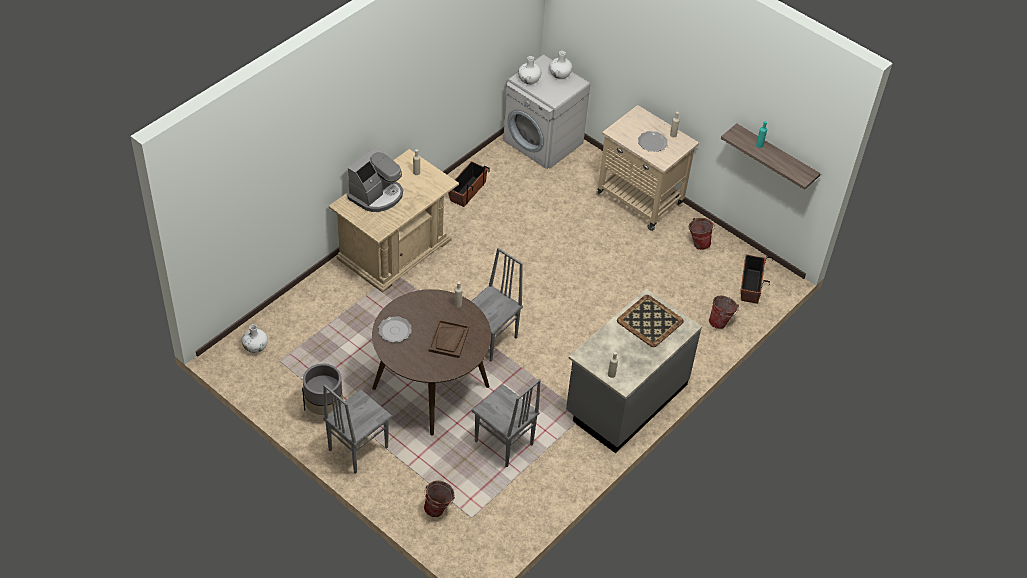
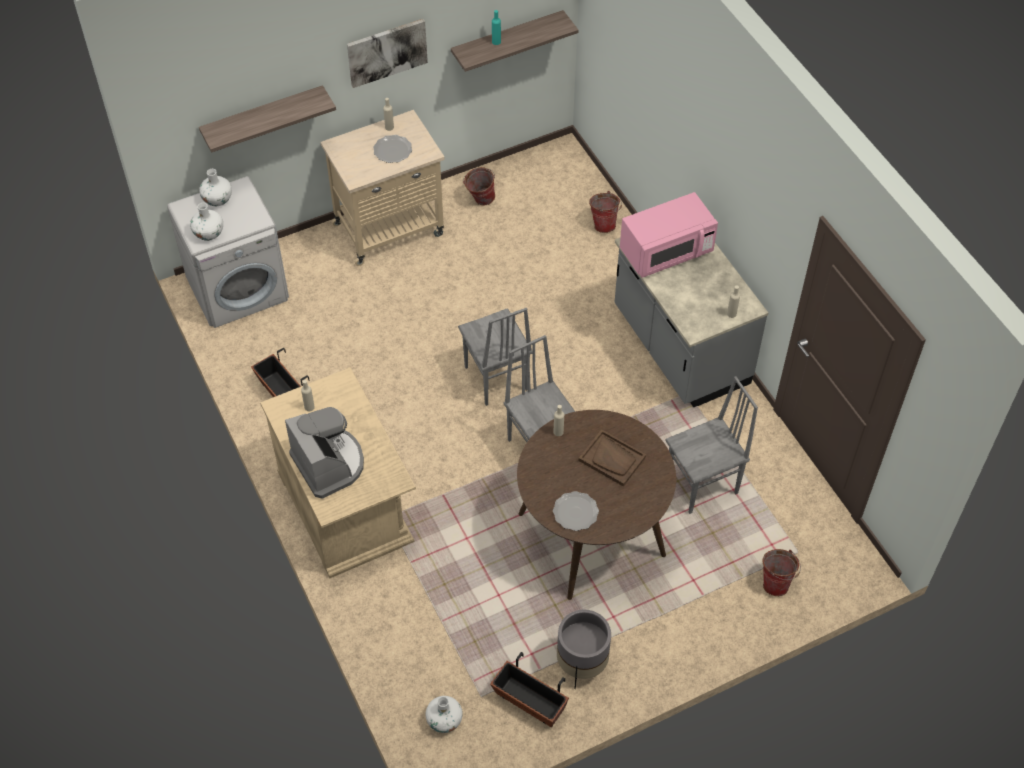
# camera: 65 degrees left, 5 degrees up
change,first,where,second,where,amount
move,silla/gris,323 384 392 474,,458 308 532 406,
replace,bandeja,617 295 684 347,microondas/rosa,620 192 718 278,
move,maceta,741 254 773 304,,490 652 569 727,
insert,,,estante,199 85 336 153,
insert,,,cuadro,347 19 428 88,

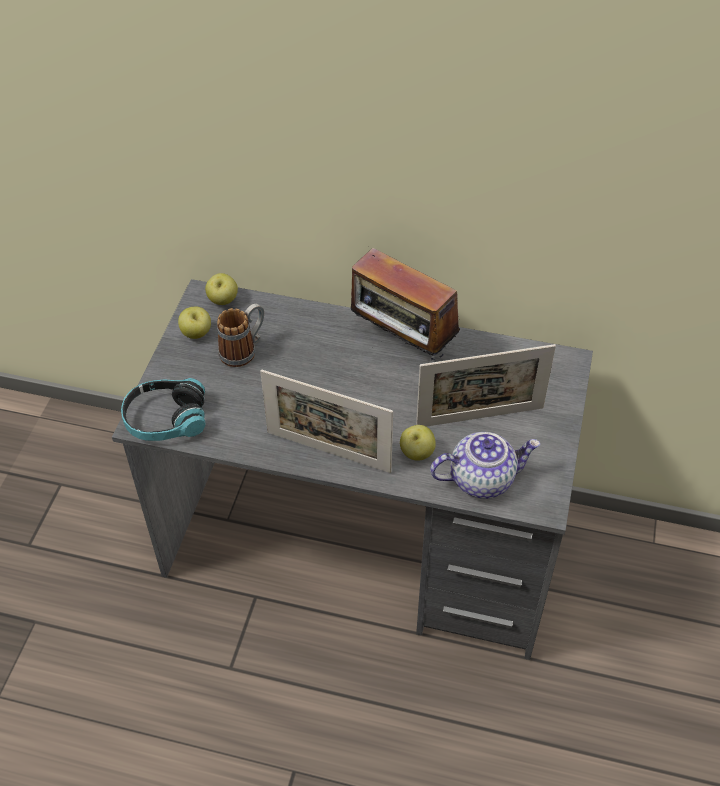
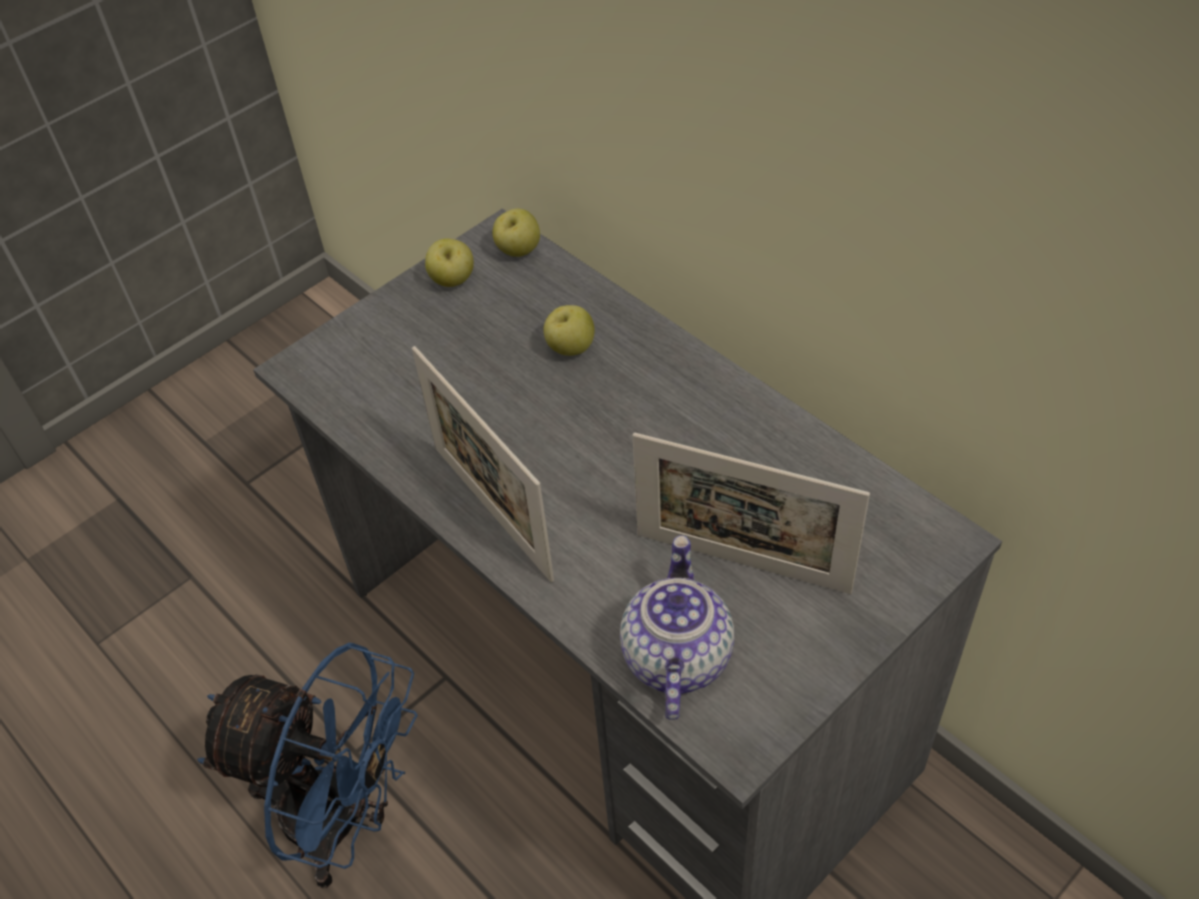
# camera: 35 degrees right, 0 degrees up
change,first,where,second,where,amount
delete,auriculares,121 378 206 441,,,
delete,taza grande,217 304 264 367,,,
delete,radio,351 248 460 360,,,
move,manzana,400 425 436 461,,543 305 594 356,
rotate,tetera,430 432 540 499,,620 535 734 720,105 degrees counterclockwise
insert,,,ventilador/azul,197 643 418 888,

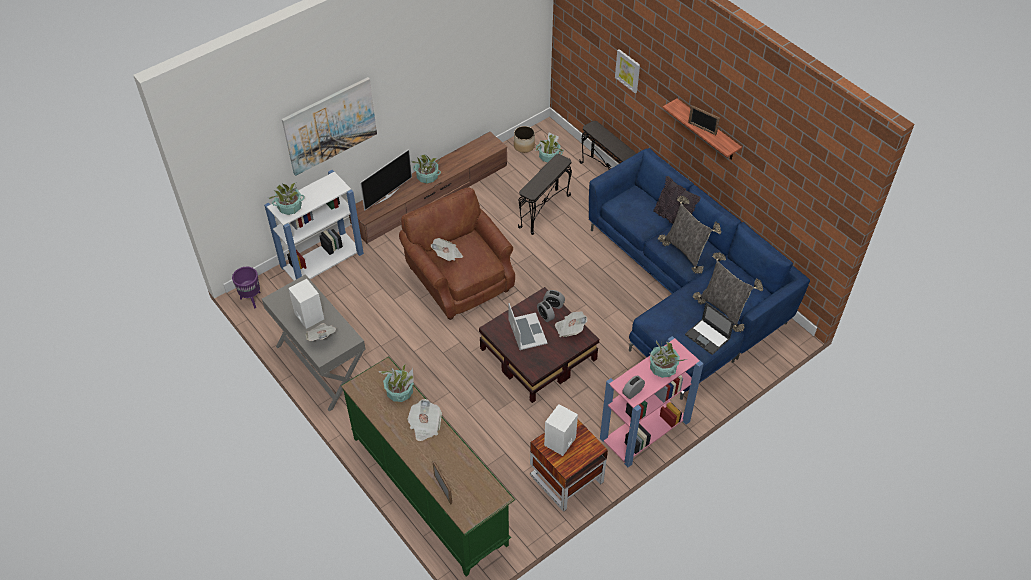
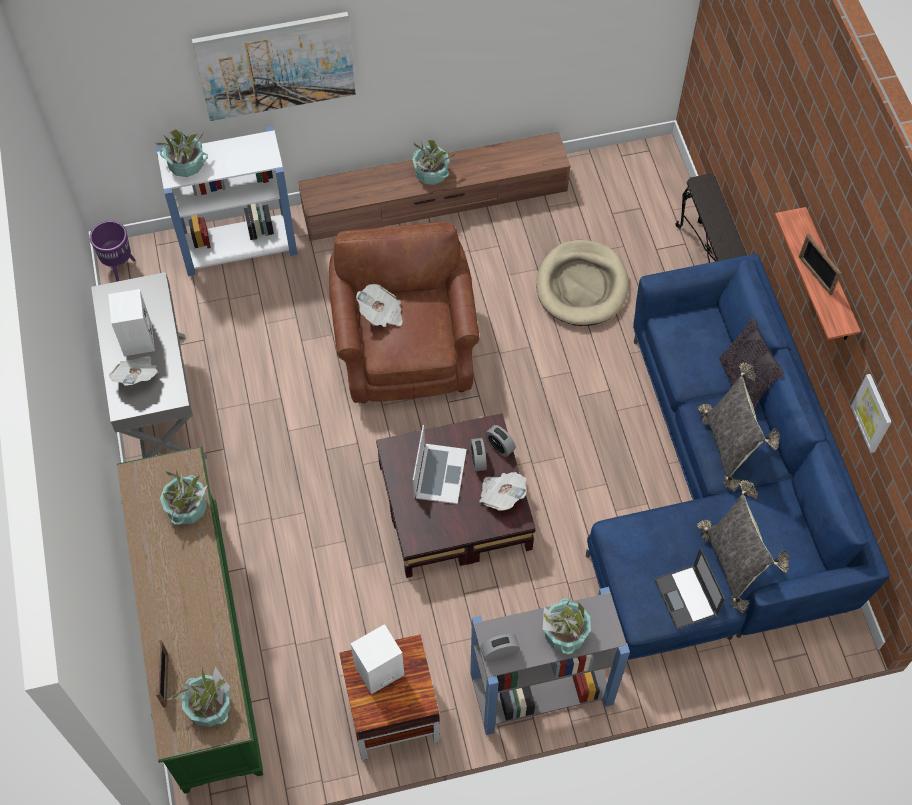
# camera: 25 degrees right, 10 degrees up
change,first,where,second,where,amount
delete,televisor,360 149 412 211,,,
delete,periódico,407 399 442 441,,,
delete,maceta,514 126 535 153,,,
replace,mesa auxiliar/negro,518 154 572 235,cama para perro/beis,536 240 629 326,
move,planta en maceta,535 132 564 162,,167 667 230 727,
recolor,estantería/rosa,600 336 703 467,estantería/gris,470 587 630 735,
move,cuadro,615 49 640 93,,851 374 891 453,

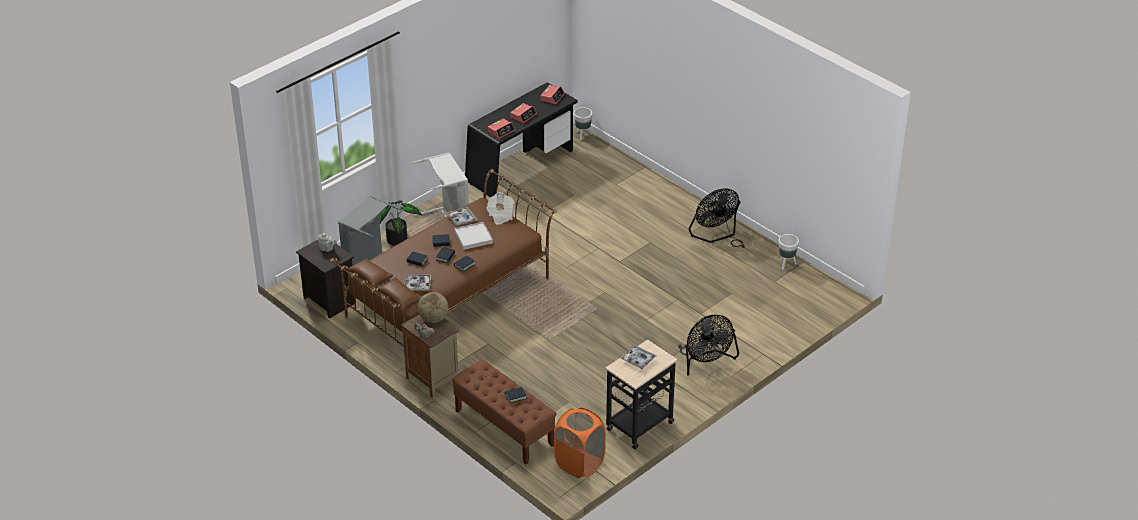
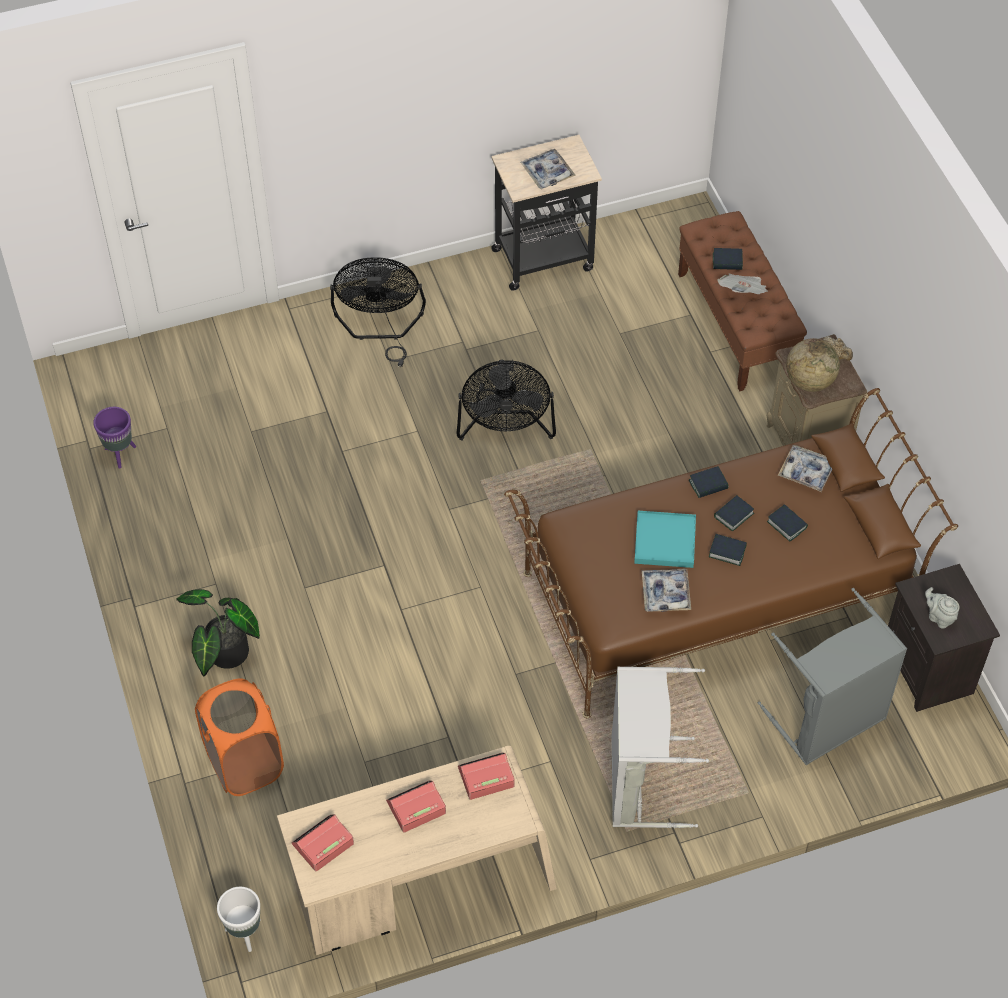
# camera: 155 degrees left, 15 degrees up
change,first,where,second,where,amount
move,planta en maceta,380 200 422 246,,176 589 260 676,
recolor,bandeja/blanco,454 222 493 250,bandeja/turquesa,634 511 696 568,
recolor,escritorio/negro,465 82 577 197,escritorio/beis,277 746 557 955,
move,periódico,486 192 515 225,,717 274 768 294,
move,cesto de la ropa/naranja,554 408 606 478,,195 678 284 796,
move,ventilador/negro,689 188 745 248,,457 359 556 441,
recolor,maceta/blanco,779 234 799 269,maceta/morado,93 407 136 469,

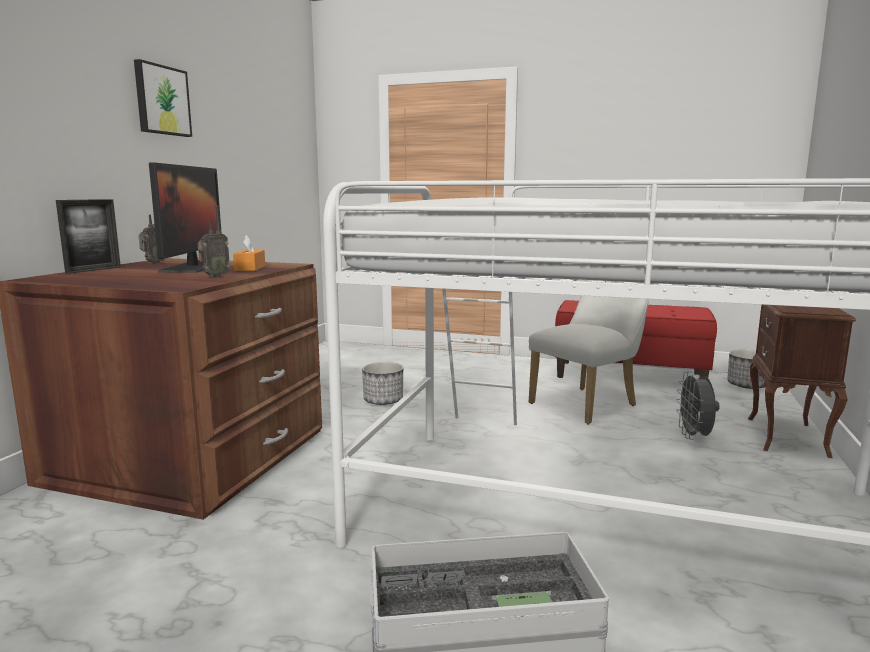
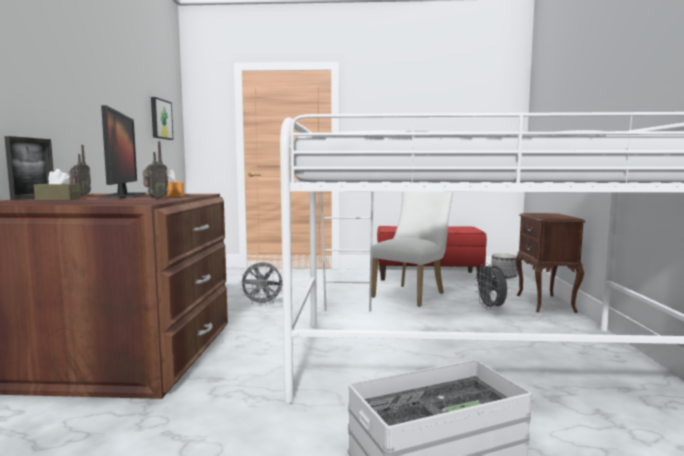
# camera: 15 degrees left, 5 degrees down
change,first,where,second,where,amount
move,cuadro,134 59 192 137,,151 97 174 140,
replace,maceta,362 362 403 405,ventilador/gris,239 261 283 306,
insert,,,caja de pañuelos/marrón,34 169 81 200,

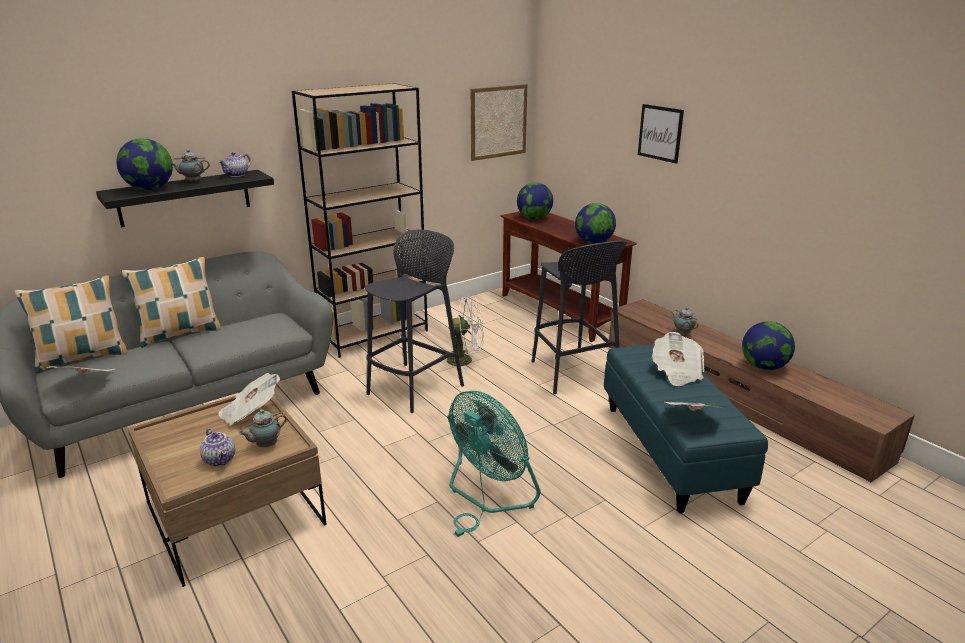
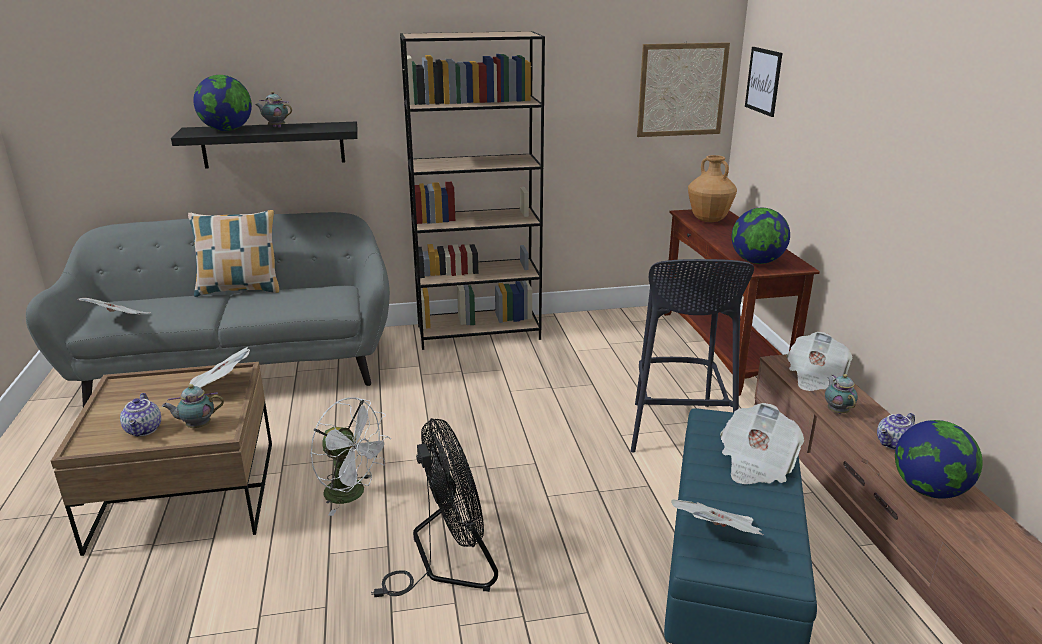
# camera: 25 degrees right, 0 degrees up
change,first,where,second,where,amount
delete,cojín,15 275 127 373,,,
move,tetera,218 152 251 177,,877 413 915 450,
delete,taburete/gris,365 229 464 413,,,
move,ventilador/blanco,441 297 484 372,,310 397 391 516,
recolor,ventilador/turquesa,447 391 540 537,ventilador/negro,371 418 498 597,
replace,globo terráqueo,517 182 553 219,florero/marrón,688 155 737 222,
move,cuadro,638 104 684 164,,745 47 782 117,
insert,,,periódico,787 332 852 391,

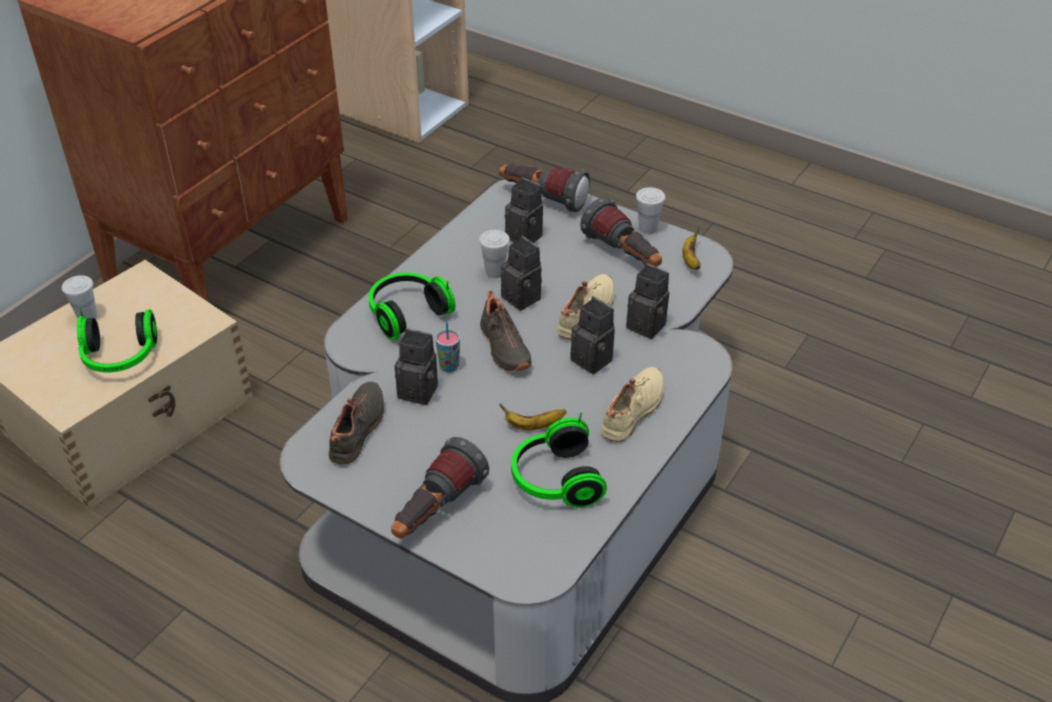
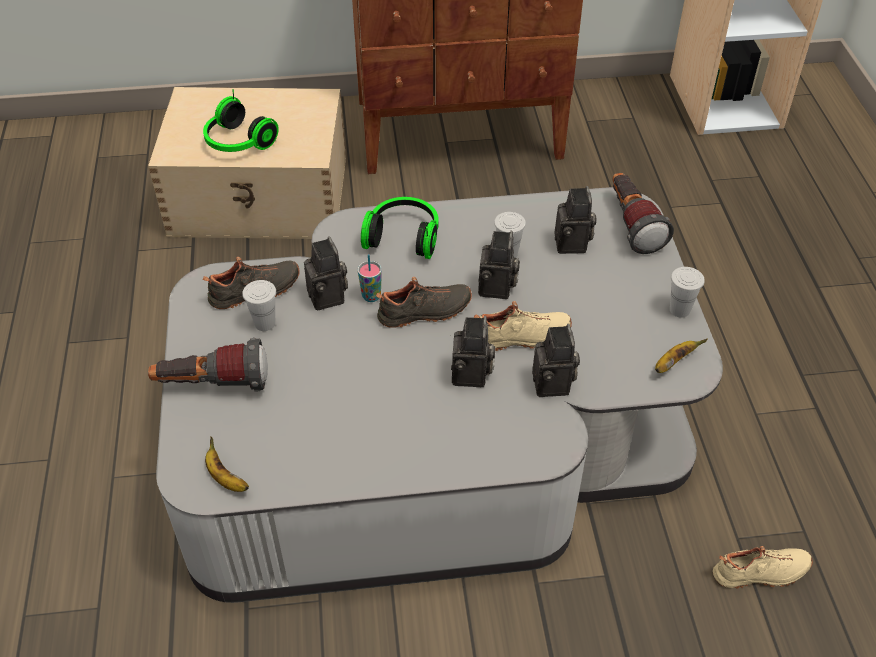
# camera: 50 degrees right, 5 degrees up
change,first,where,second,where,amount
move,taza/blanco,62 275 97 319,,242 280 276 331,
rotate,zapato/negro,480 291 532 371,,376 277 472 328,135 degrees counterclockwise
move,plátano,500 404 566 430,,205 436 249 492,
delete,auriculares,511 412 607 507,,,
delete,linterna,580 197 662 267,,,
move,zapato/beis,601 367 664 442,,713 546 813 589,

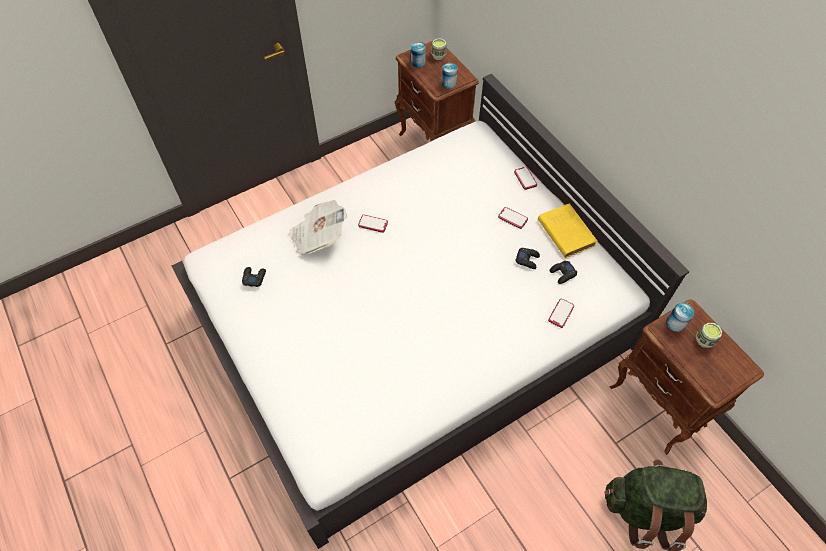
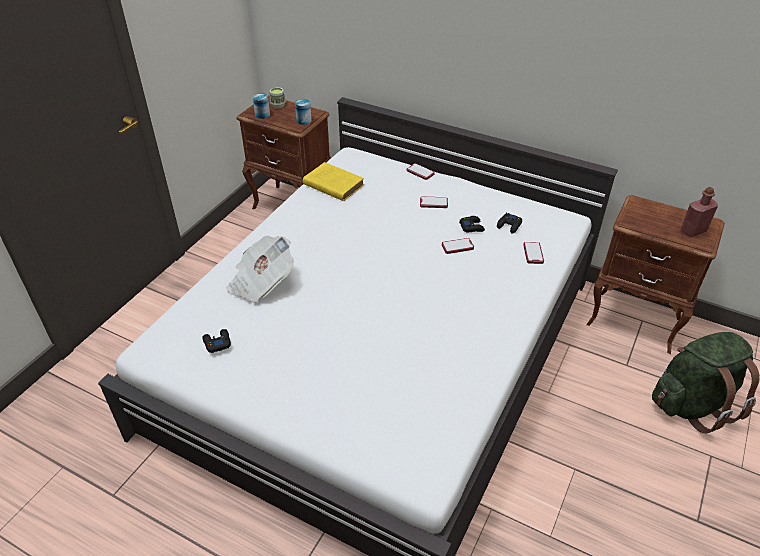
# camera: 30 degrees left, 15 degrees down
change,first,where,second,where,amount
move,móvil,358 214 388 233,,442 238 474 254,
move,libro/amarillo,538 203 597 258,,303 162 364 201,
delete,lata,666 302 694 332,,,
delete,taza,696 323 722 348,,,
insert,,,botella/rojo,681 187 718 237,

